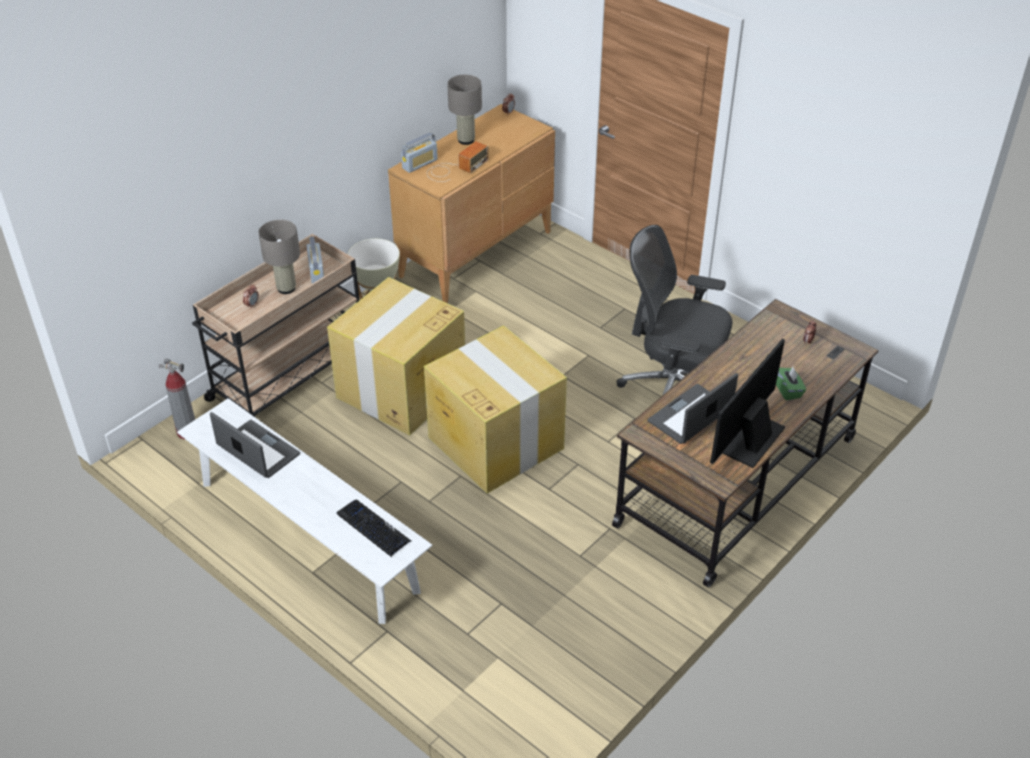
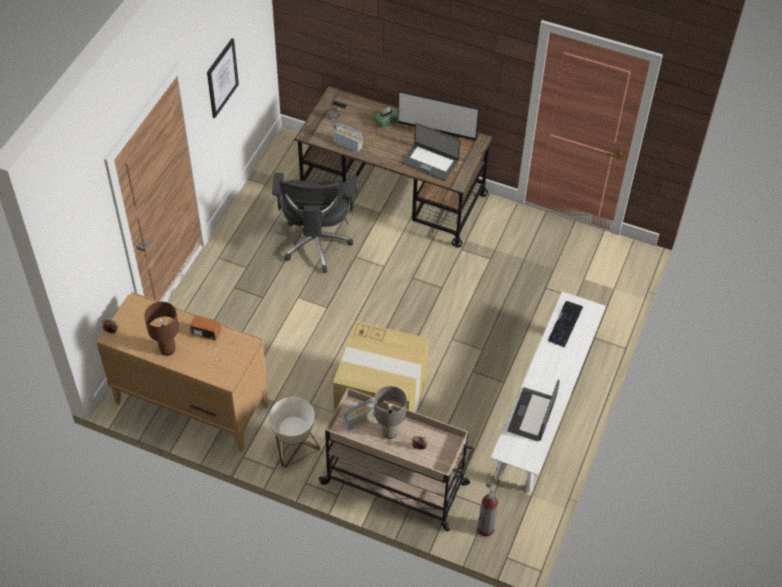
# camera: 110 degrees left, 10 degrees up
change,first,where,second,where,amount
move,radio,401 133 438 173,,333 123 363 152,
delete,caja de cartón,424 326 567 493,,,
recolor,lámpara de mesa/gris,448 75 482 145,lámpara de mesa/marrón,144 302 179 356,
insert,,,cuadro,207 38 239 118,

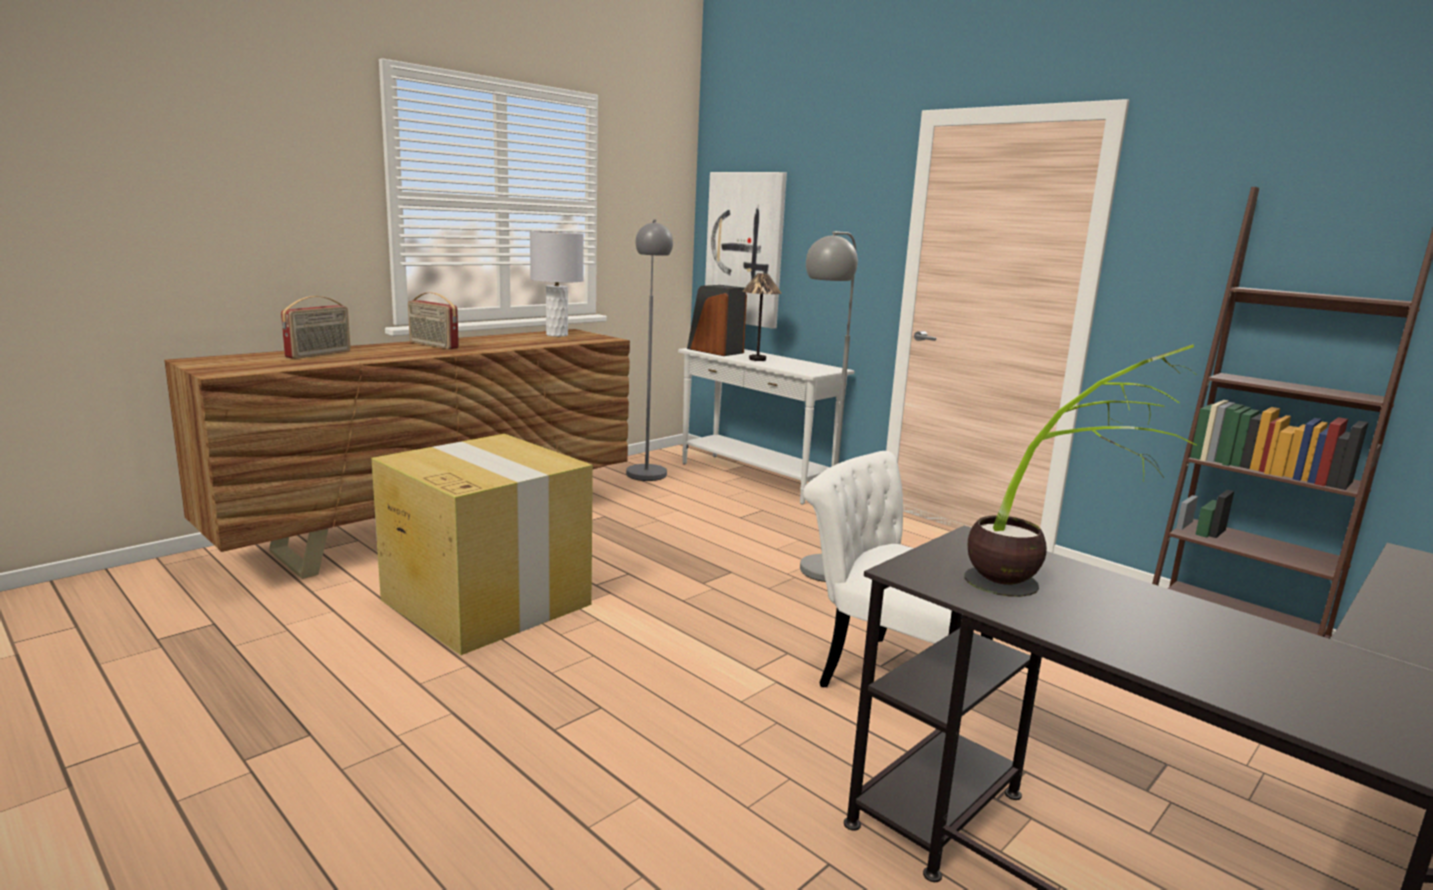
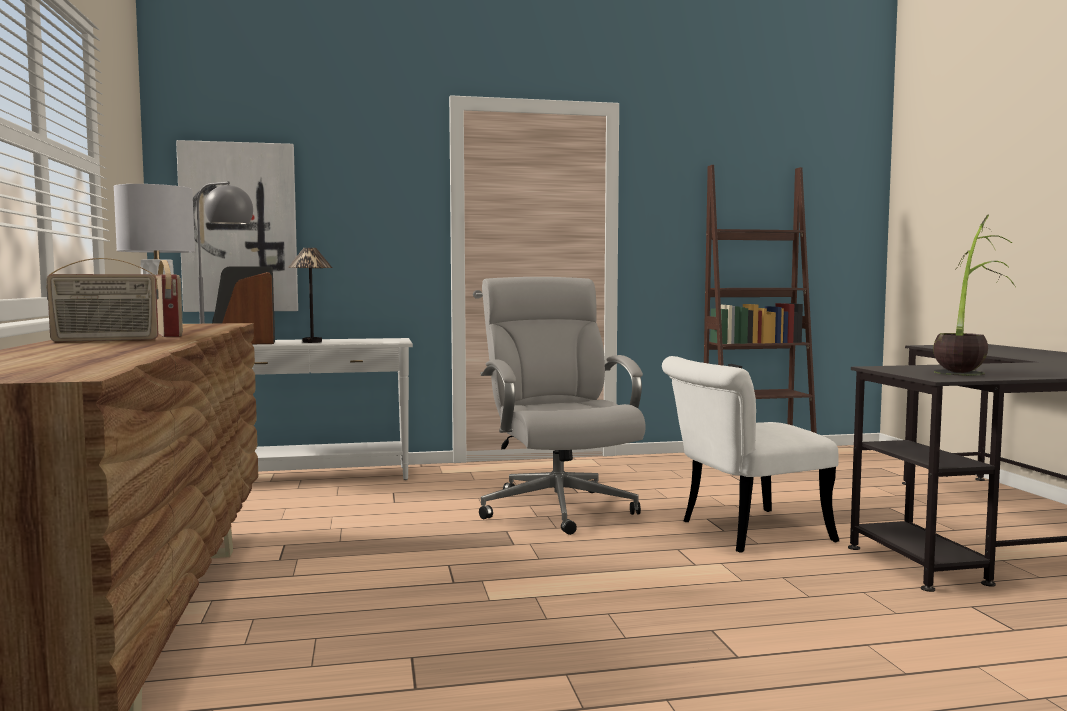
# camera: 55 degrees left, 10 degrees down
change,first,where,second,where,amount
move,radio,281 296 351 359,,155 260 183 337,
delete,caja de cartón,371 434 593 655,,,
replace,lámpara de pie/gris,800 231 858 582,silla de oficina/gris,479 277 645 535,

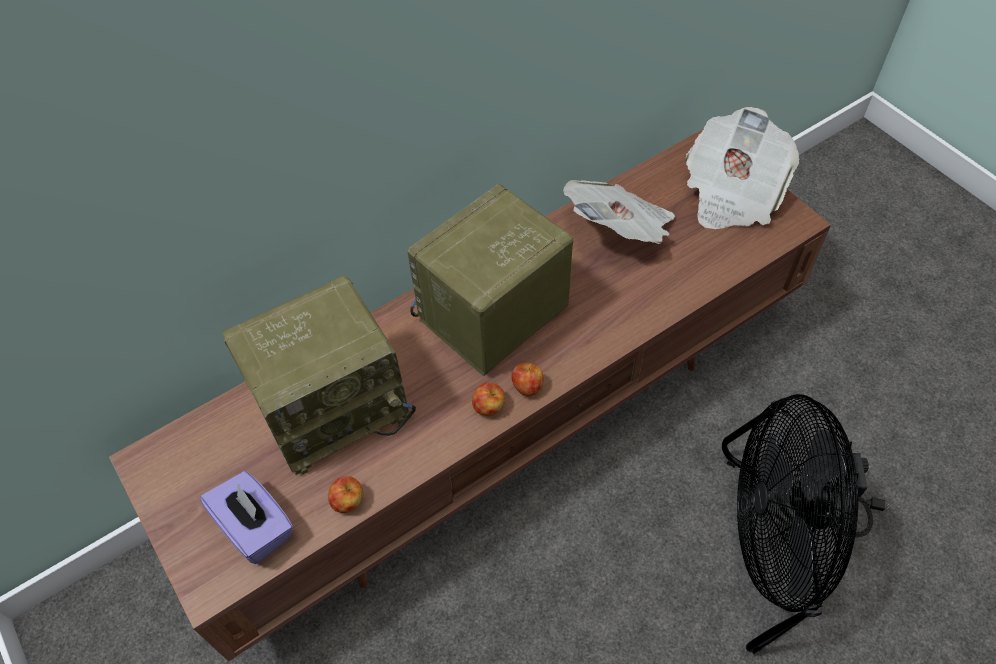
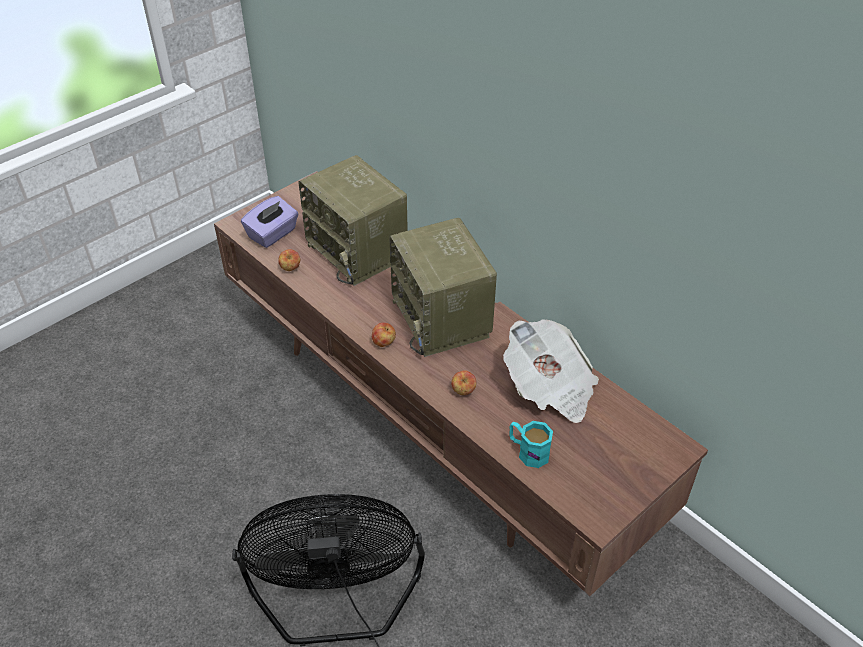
# camera: 80 degrees right, 10 degrees down
change,first,where,second,where,amount
rotate,radio,407 184 574 377,,389 218 497 357,150 degrees counterclockwise
move,manzana,472 382 505 416,,451 370 476 395,
delete,periódico,685 107 799 229,,,
insert,,,taza grande/turquesa,509 421 553 468,

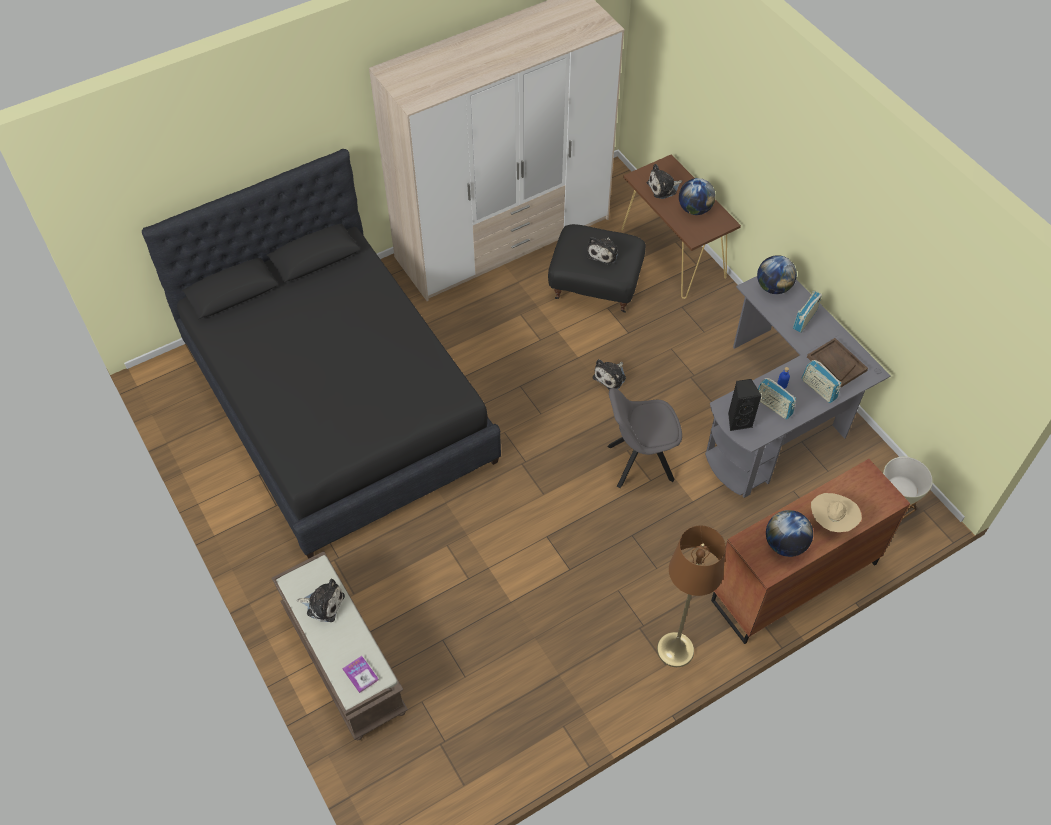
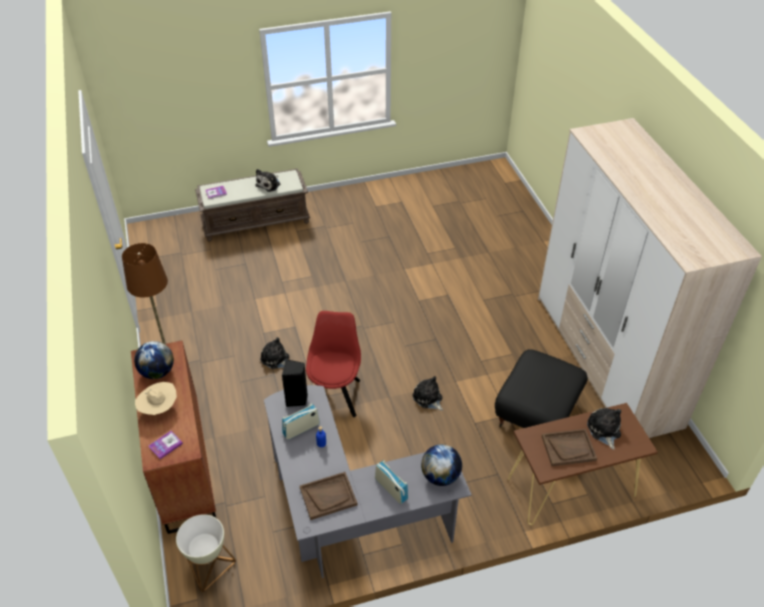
# camera: 105 degrees right, 10 degrees down
change,first,where,second,where,amount
delete,cama/negro,142 149 501 559,,,
move,peluche,587 237 618 265,,260 337 289 369,
recolor,silla/gris,607 388 682 488,silla/rojo,306 311 361 417,
replace,globo terráqueo,679 178 716 215,bandeja/marrón,542 429 597 466,
delete,radio,802 360 841 403,,,
insert,,,libro,149 431 183 459,

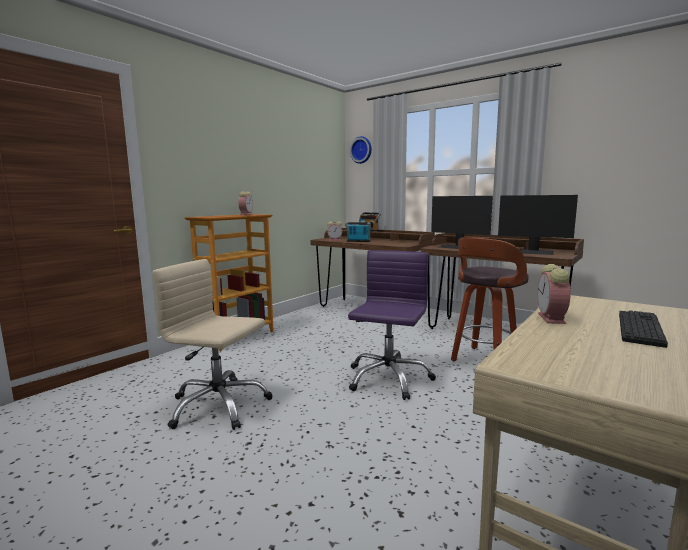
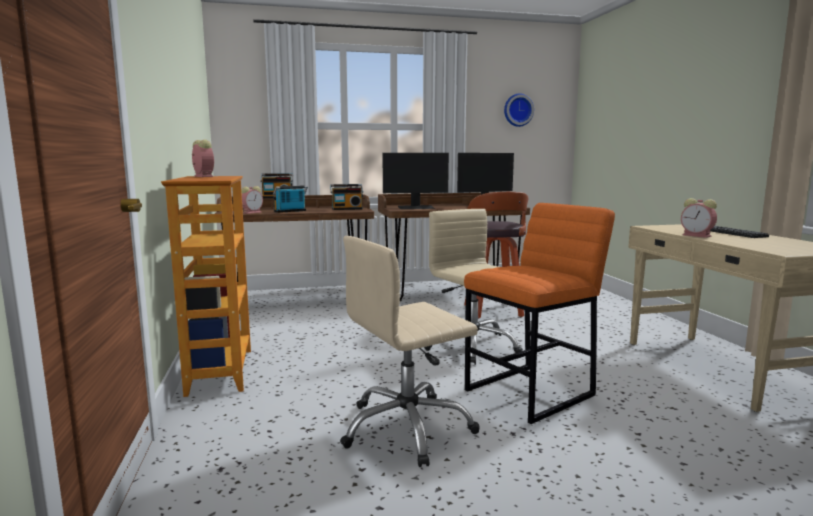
# camera: 50 degrees left, 0 degrees up
change,first,where,second,where,amount
recolor,silla de oficina/morado,348 250 436 400,silla de oficina/beis,424 209 523 365,
move,reloj de pared,350 136 372 164,,504 93 534 127,
insert,,,radio,330 184 363 210,
insert,,,silla/naranja,464 203 615 424,

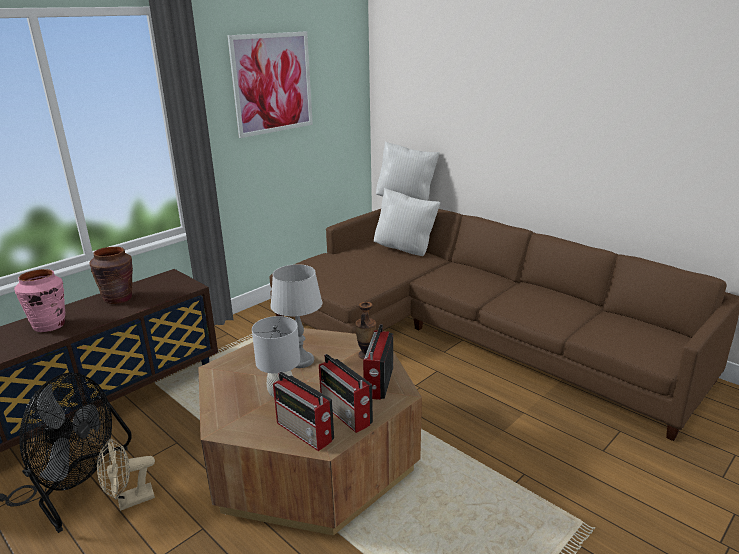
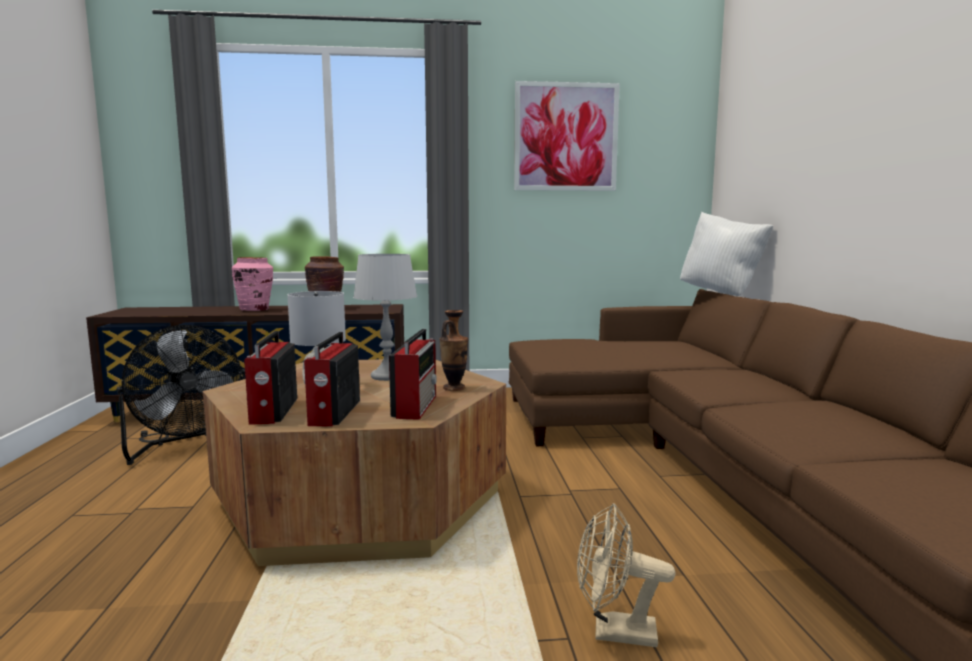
# camera: 40 degrees right, 15 degrees down
change,first,where,second,where,amount
move,ventilador/beis,97 438 155 511,,577 503 675 647,
rotate,radio,363 324 393 400,,389 329 437 420,135 degrees clockwise
delete,cojín/blanco,374 188 440 256,,,

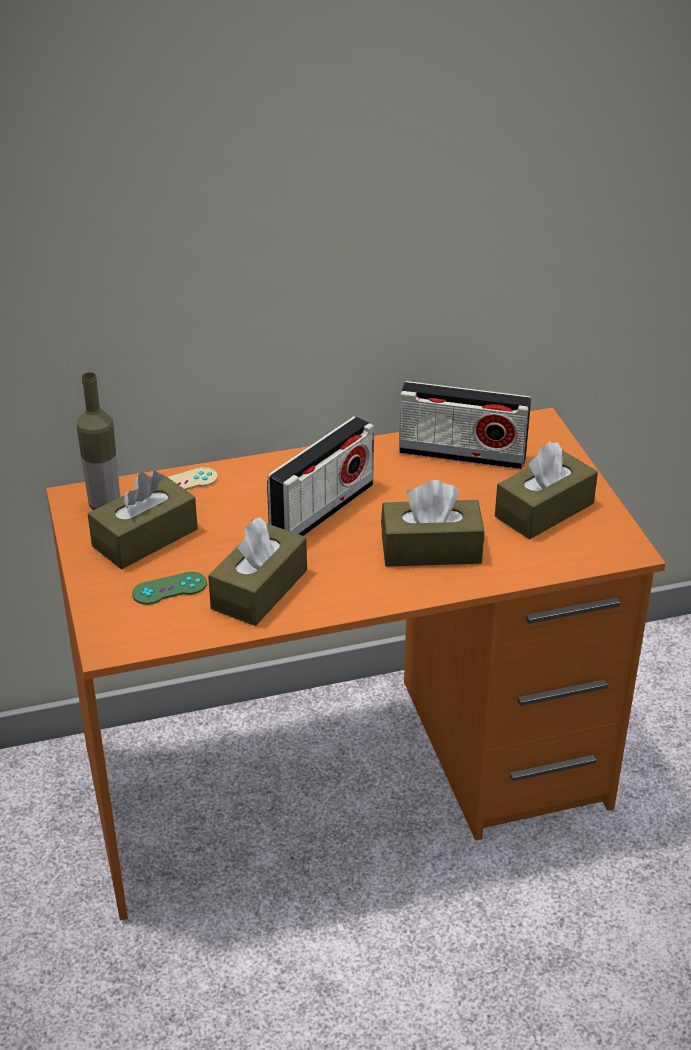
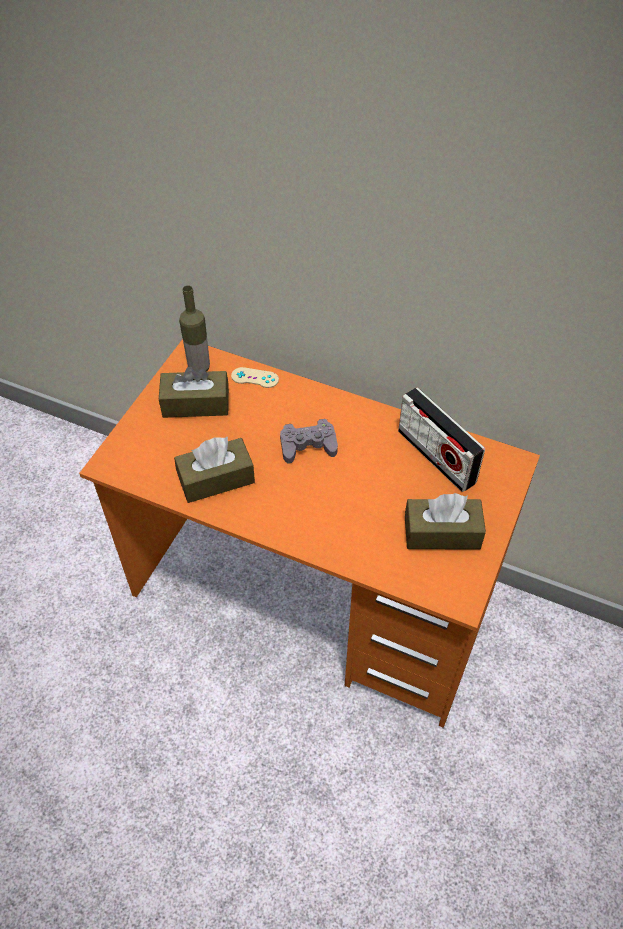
# camera: 40 degrees right, 15 degrees up
change,first,where,second,where,amount
delete,mando de consola/verde,132 572 207 605,,,
replace,radio,267 416 374 536,mando de consola/gris,280 419 338 464,
delete,caja de pañuelos/marrón,381 480 484 567,,,

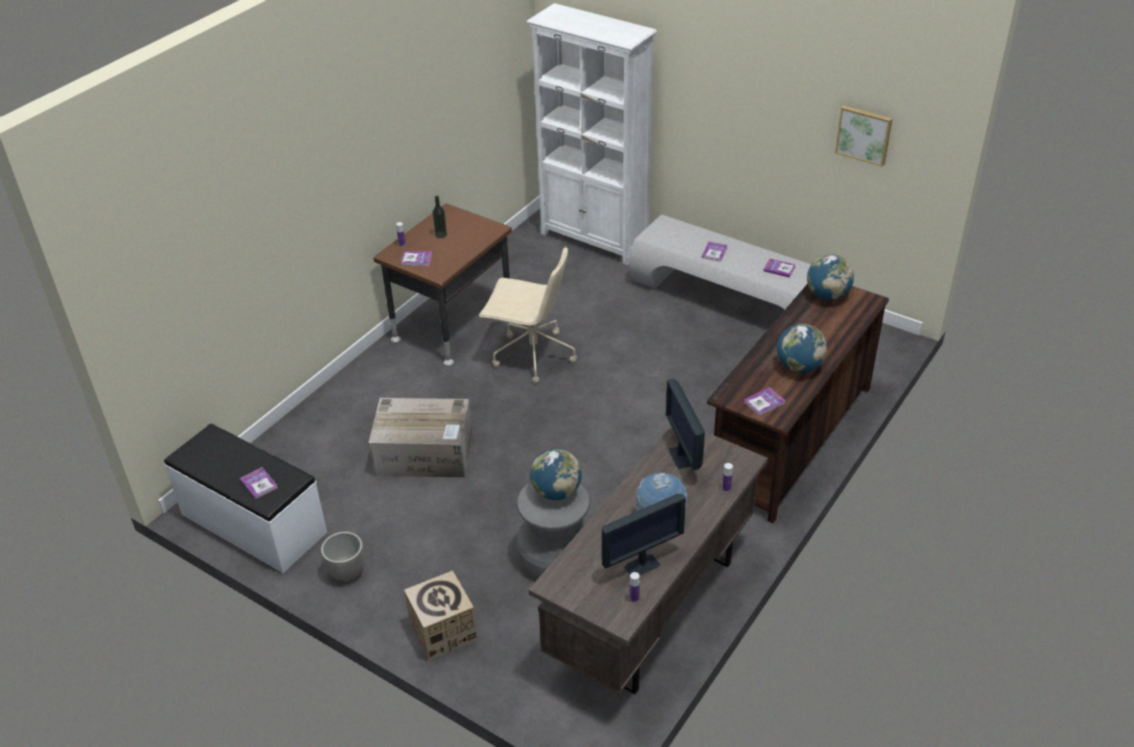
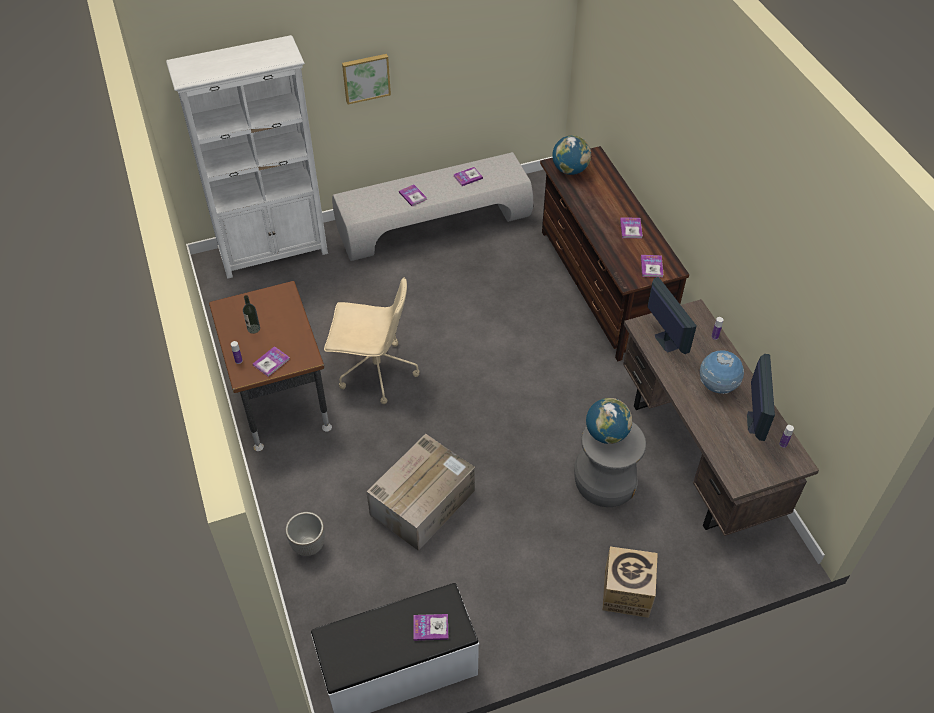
# camera: 55 degrees left, 10 degrees up
change,first,where,second,where,amount
move,maceta,321 532 364 581,,286 512 325 556,
rotate,silla de oficina/beis,479 247 577 384,,324 277 420 404,45 degrees clockwise
rotate,monitor,666 379 705 470,,647 277 696 354,135 degrees counterclockwise
replace,globo terráqueo,777 324 827 373,libro,620 217 643 238,
move,cuadro,835 105 893 167,,342 54 391 104,

